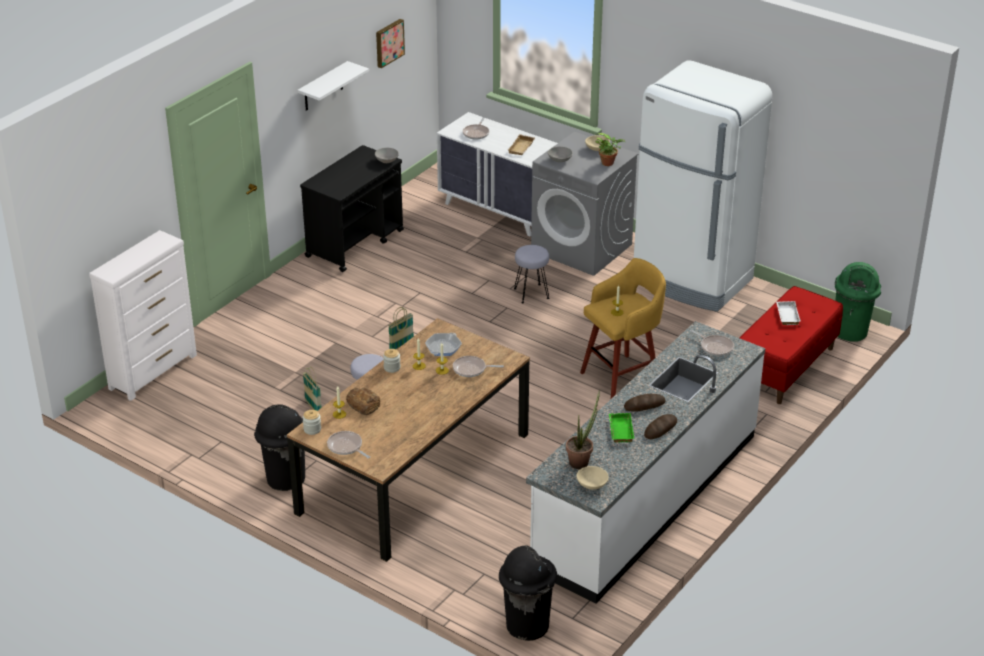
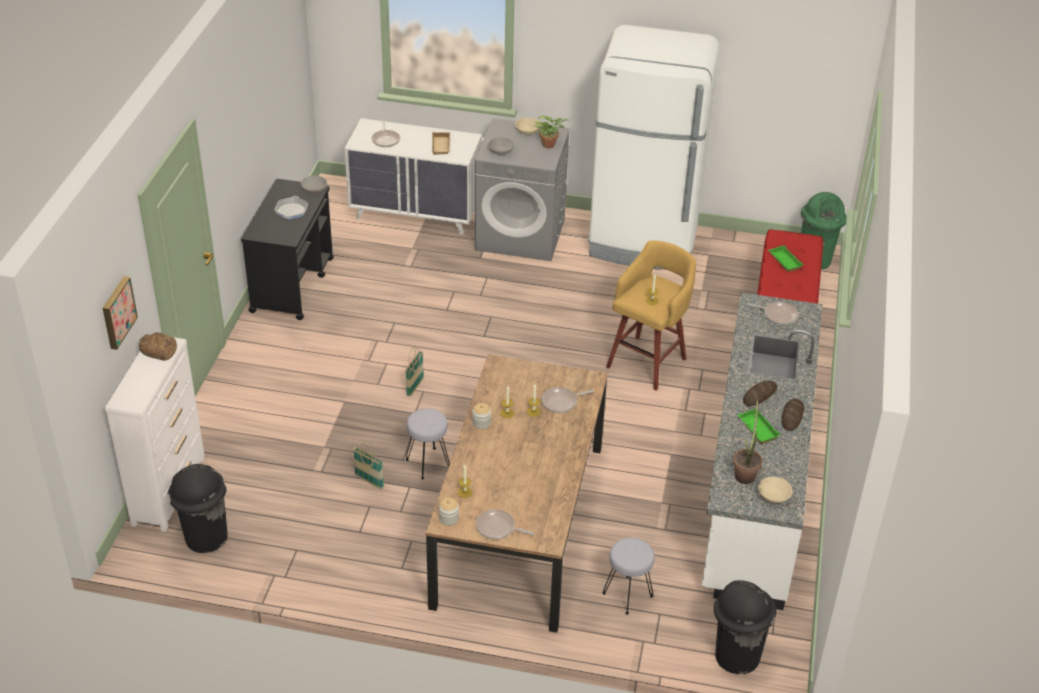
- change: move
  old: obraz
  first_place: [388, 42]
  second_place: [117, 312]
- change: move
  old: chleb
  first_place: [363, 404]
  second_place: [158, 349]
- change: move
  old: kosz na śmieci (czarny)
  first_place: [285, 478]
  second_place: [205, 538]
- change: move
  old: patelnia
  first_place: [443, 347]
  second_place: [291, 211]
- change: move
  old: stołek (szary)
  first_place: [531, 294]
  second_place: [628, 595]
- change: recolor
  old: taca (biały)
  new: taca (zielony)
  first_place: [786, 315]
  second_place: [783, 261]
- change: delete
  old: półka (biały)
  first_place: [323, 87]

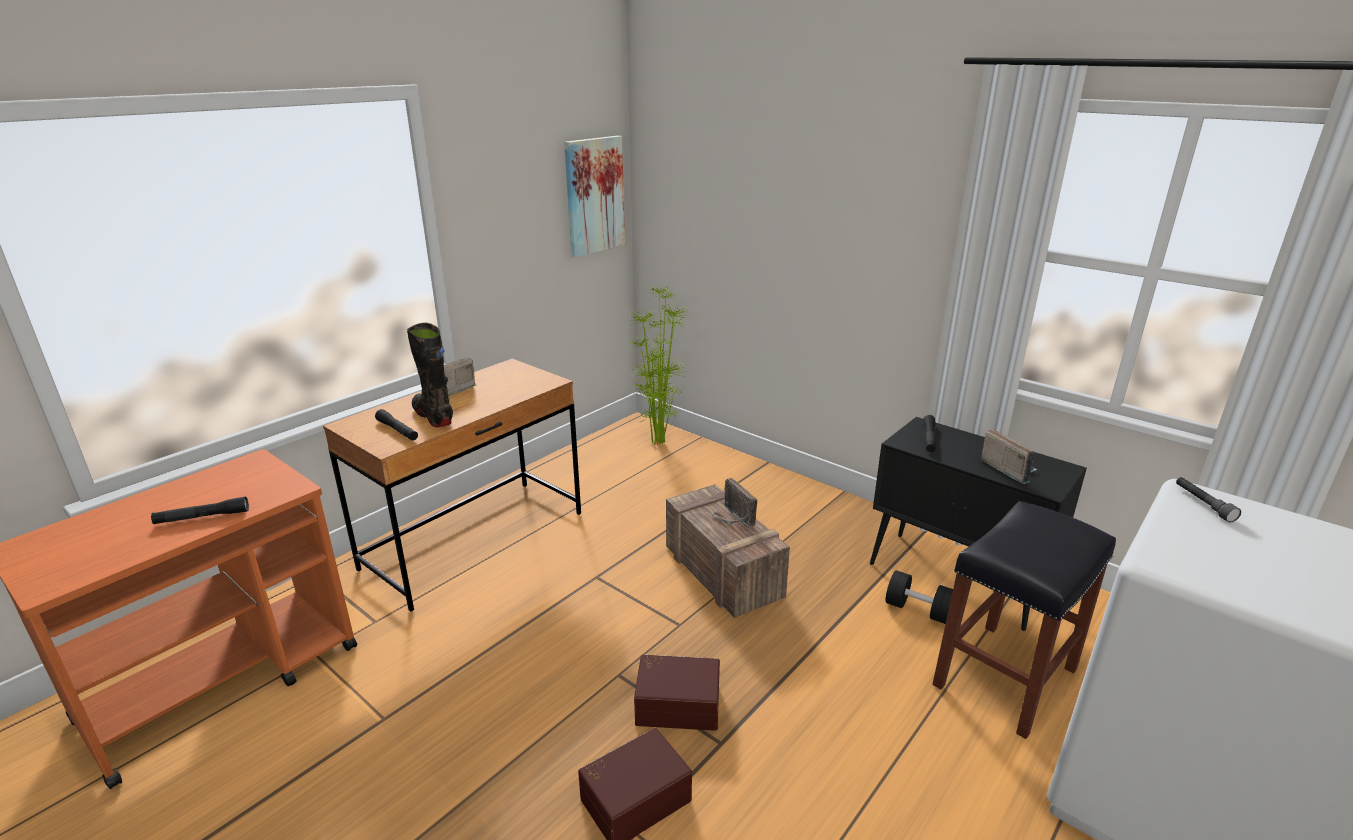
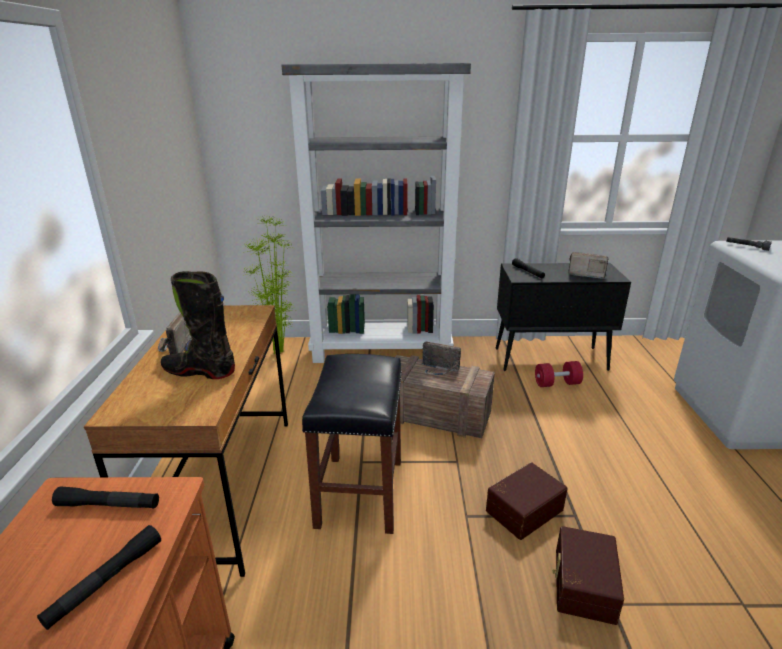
- change: move
  old: latarka (czarny)
  first_place: [397, 430]
  second_place: [109, 505]
- change: insert
  new: regał (szary)
  second_place: [382, 351]
- change: move
  old: stołek (czarny)
  first_place: [1005, 679]
  second_place: [360, 494]
- change: recolor
  old: hantel (czarny)
  new: hantel (czerwony)
  first_place: [918, 610]
  second_place: [557, 383]
- change: delete
  old: obraz
  first_place: [594, 196]

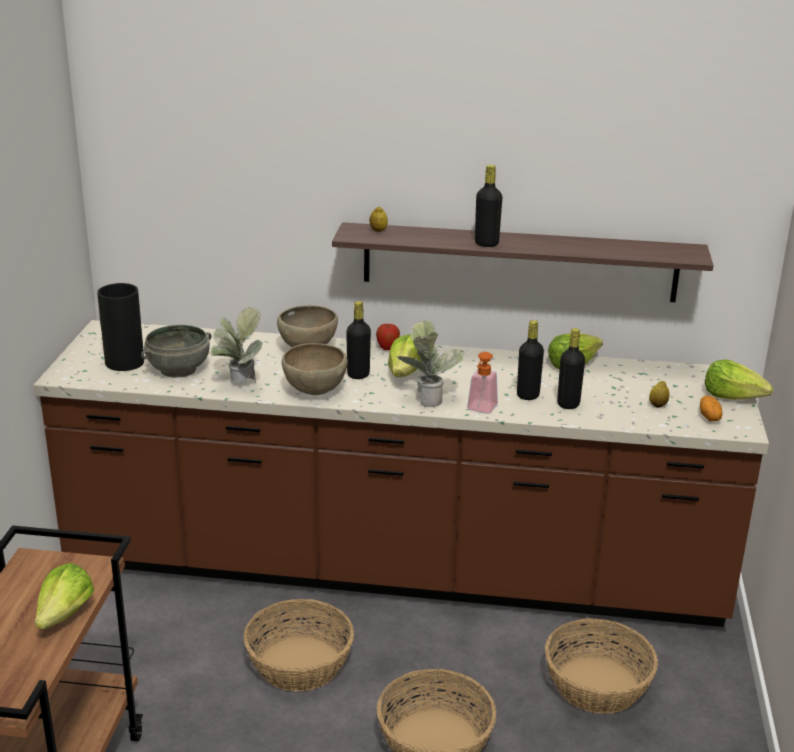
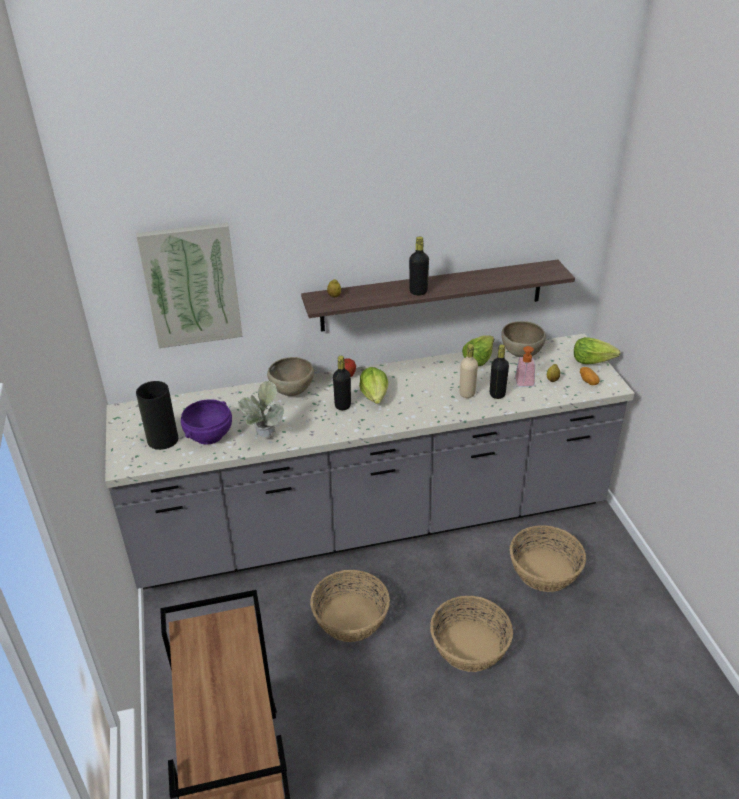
- change: recolor
  old: zabudowa kuchenna (brązowy)
  new: zabudowa kuchenna (szary)
  first_place: [393, 569]
  second_place: [371, 524]
- change: insert
  new: obraz
  second_place: [191, 285]
- change: recolor
  old: miska (szary)
  new: miska (fioletowy)
  first_place: [179, 370]
  second_place: [209, 436]
- change: recolor
  old: butelka (czarny)
  new: butelka (beżowy)
  first_place: [528, 395]
  second_place: [467, 393]
- change: move
  old: miska (brązowy)
  first_place: [314, 392]
  second_place: [520, 354]
- change: move
  old: dozownik mydła
  first_place: [480, 410]
  second_place: [525, 384]
- change: delete
  old: sałata
  first_place: [65, 615]
- change: delete
  old: roślina doniczkowa
  first_place: [427, 398]

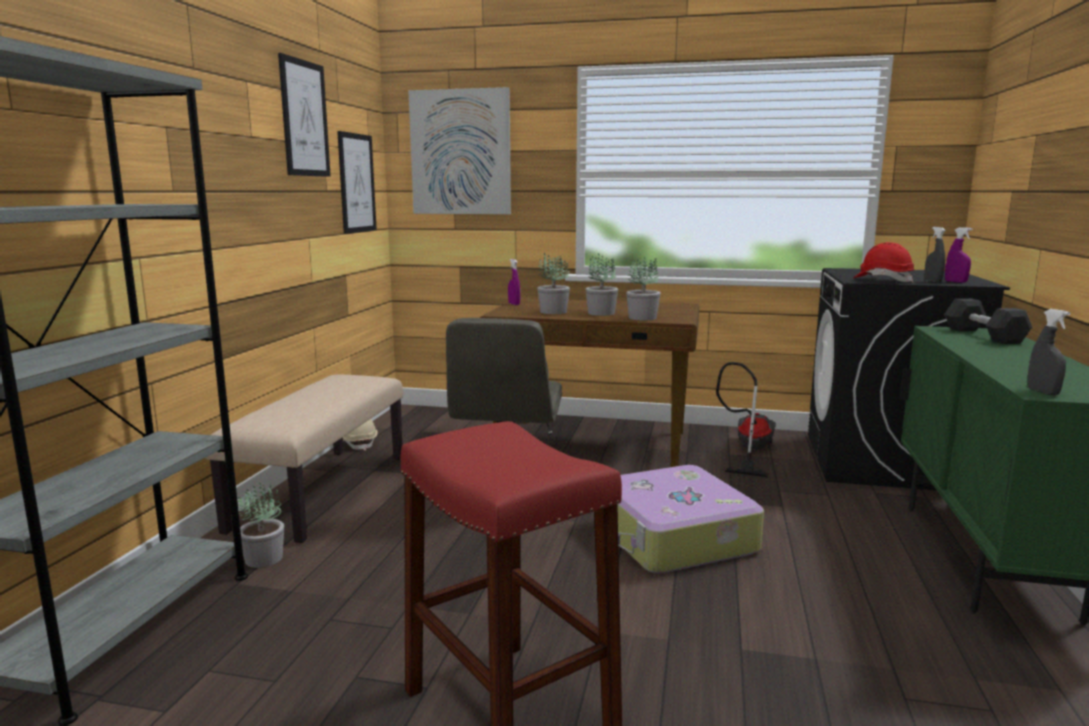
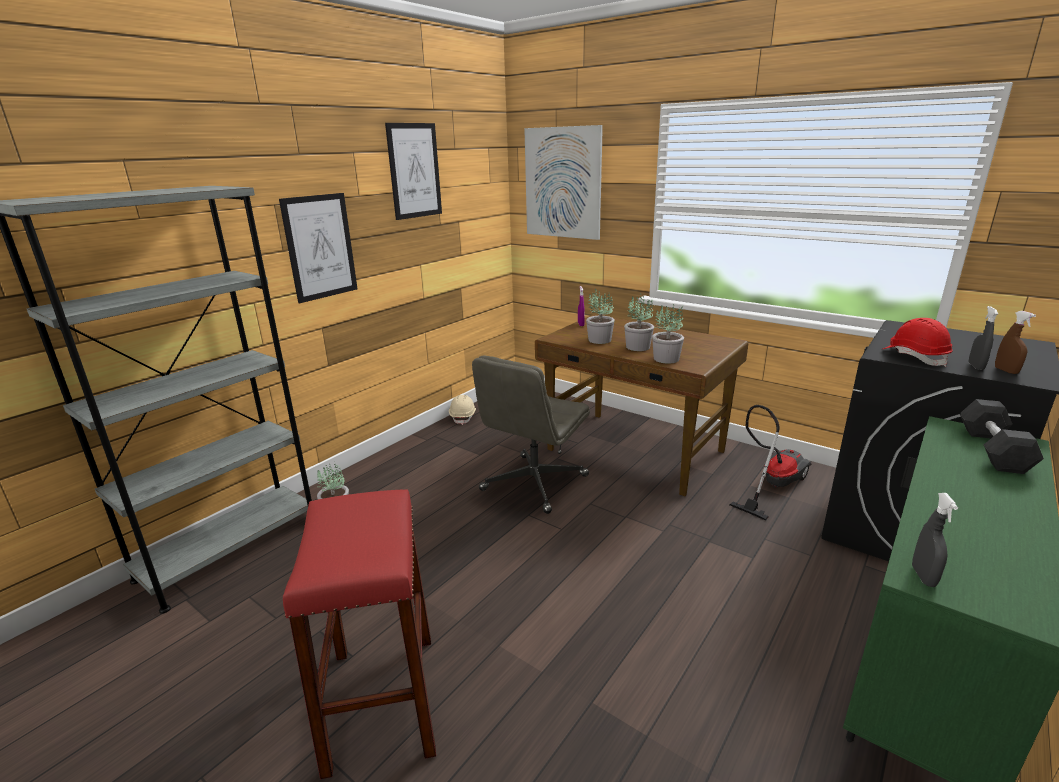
- change: move
  old: obraz
  first_place: [357, 183]
  second_place: [320, 247]
- change: recolor
  old: spryskiwacz (fioletowy)
  new: spryskiwacz (brązowy)
  first_place: [955, 282]
  second_place: [1006, 371]
- change: delete
  old: ławka (beżowy)
  first_place: [321, 491]
- change: delete
  old: walizka
  first_place: [672, 538]

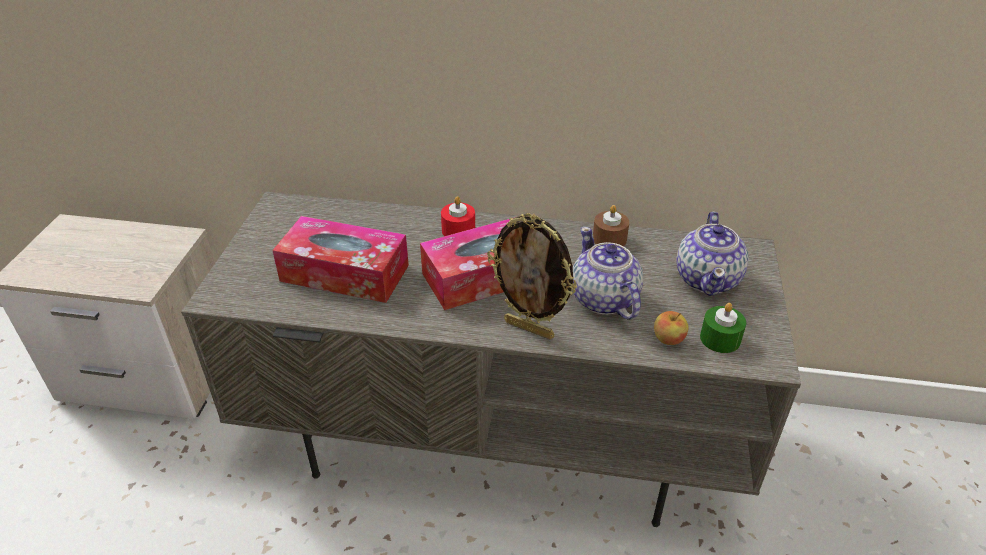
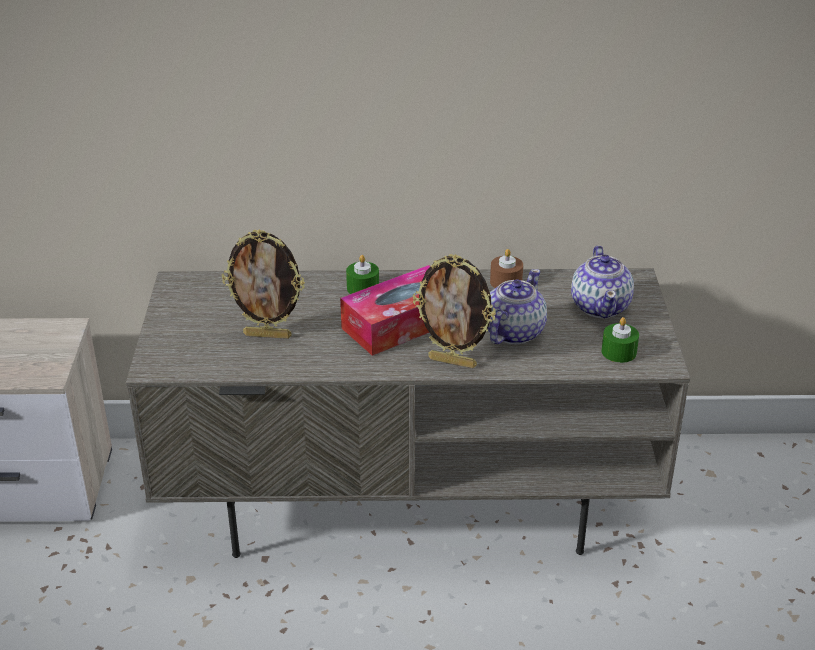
- change: replace
  old: pudełko chusteczek
  new: ramka na zdjęcie
  first_place: [344, 273]
  second_place: [268, 335]
- change: recolor
  old: świeca (czerwony)
  new: świeca (zielony)
  first_place: [458, 230]
  second_place: [363, 288]
- change: rotate
  old: imbryk
  first_place: [603, 300]
  second_place: [512, 332]
  degrees: 60
- change: delete
  old: jabłko
  first_place: [668, 339]

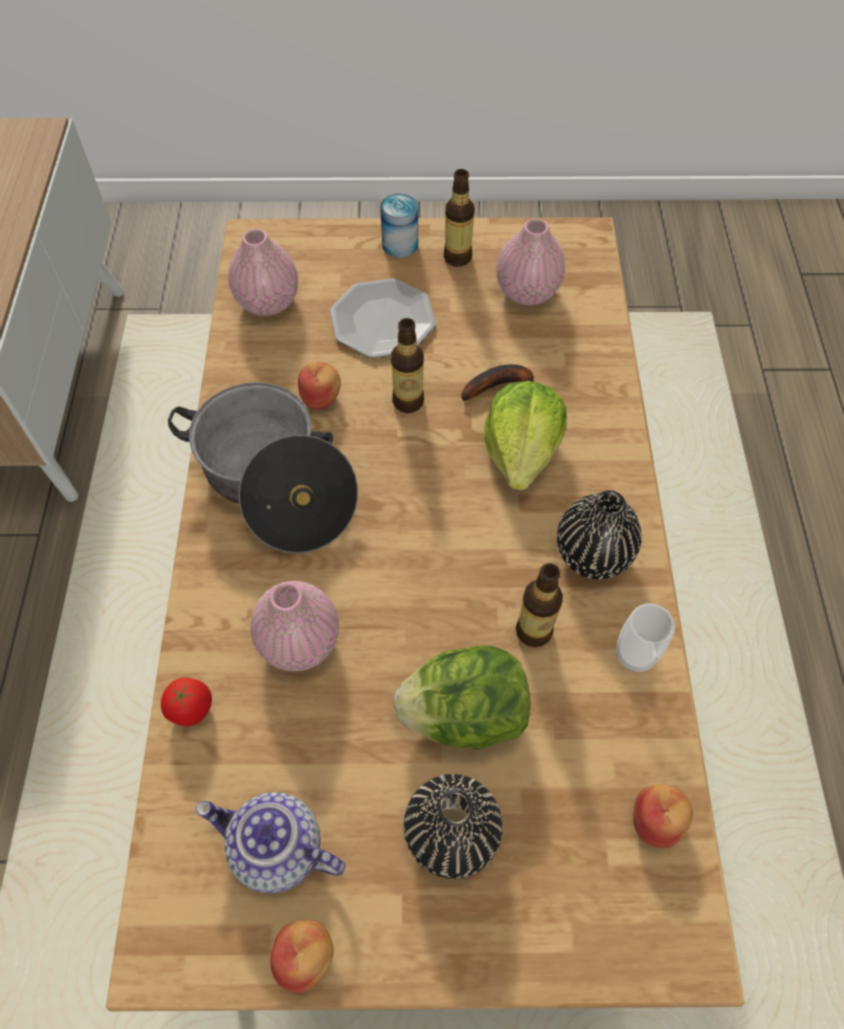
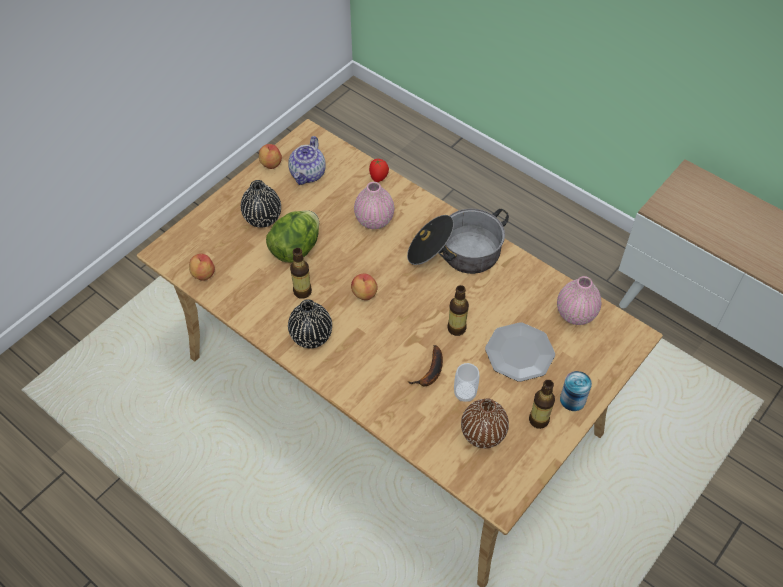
- change: rotate
  old: imbryk
  first_place: [276, 849]
  second_place: [308, 174]
  degrees: 135
- change: move
  old: jabłko
  first_place: [321, 398]
  second_place: [364, 294]
- change: move
  old: filiżanka
  first_place: [635, 654]
  second_place: [465, 393]
- change: recolor
  old: wazon (różowy)
  new: wazon (brązowy)
  first_place: [527, 291]
  second_place: [483, 434]
- change: delete
  old: sałata
  first_place: [522, 451]

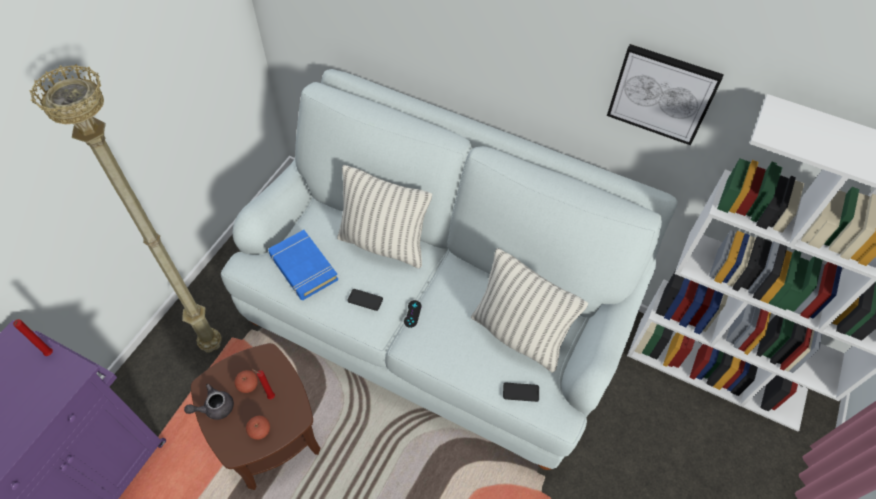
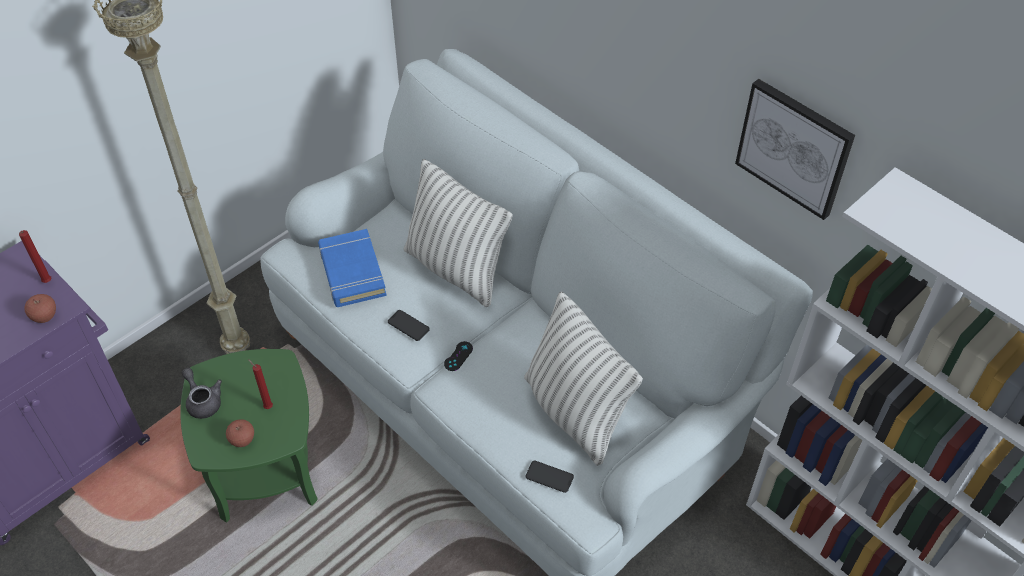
- change: move
  old: jabłko
  first_place: [248, 386]
  second_place: [45, 317]
- change: recolor
  old: stolik (brązowy)
  new: stolik (zielony)
  first_place: [270, 437]
  second_place: [265, 470]
- change: rotate
  old: imbryk (szary)
  first_place: [214, 407]
  second_place: [203, 401]
  degrees: 60

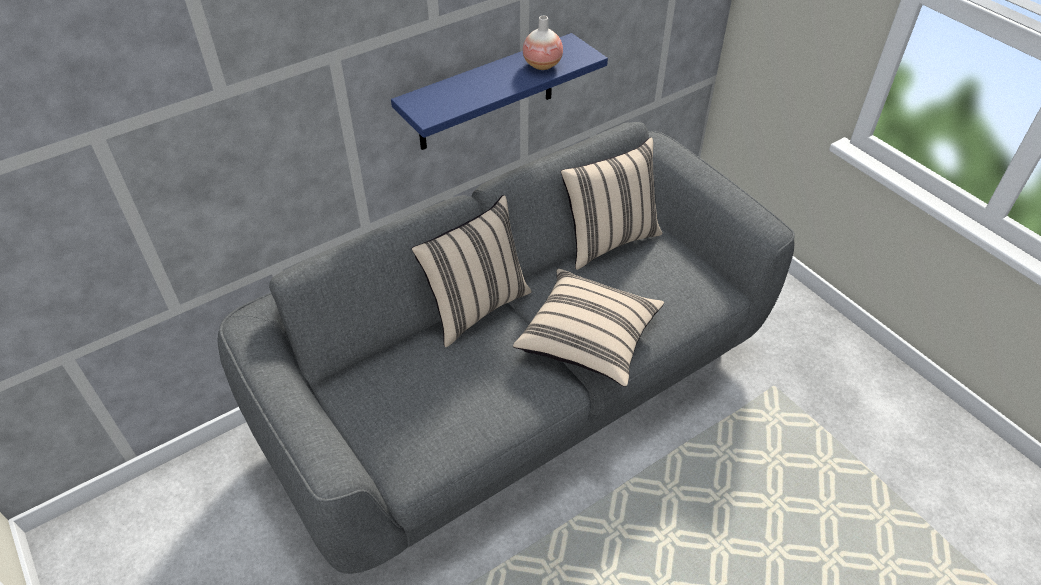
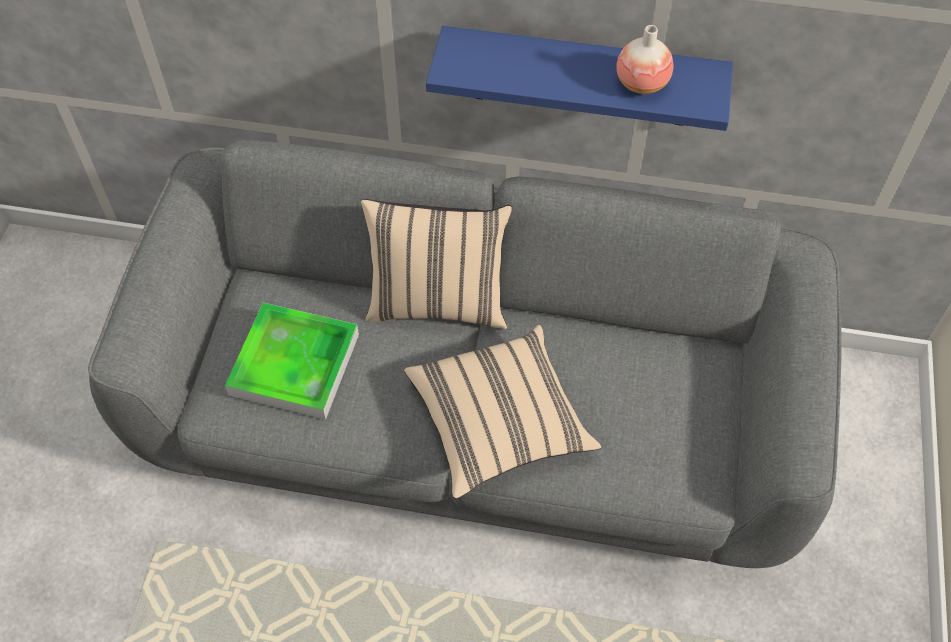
- change: insert
  new: taca
  second_place: [294, 364]
- change: delete
  old: poduszka (beżowy)
  first_place: [608, 240]

